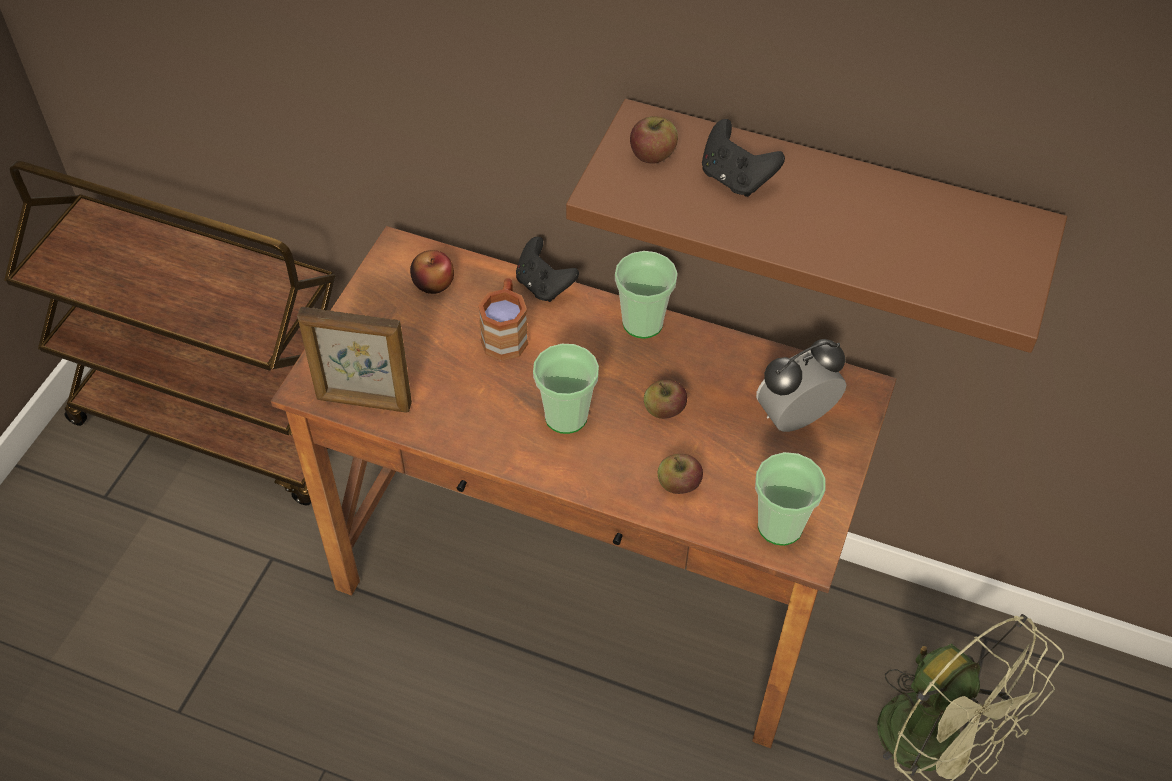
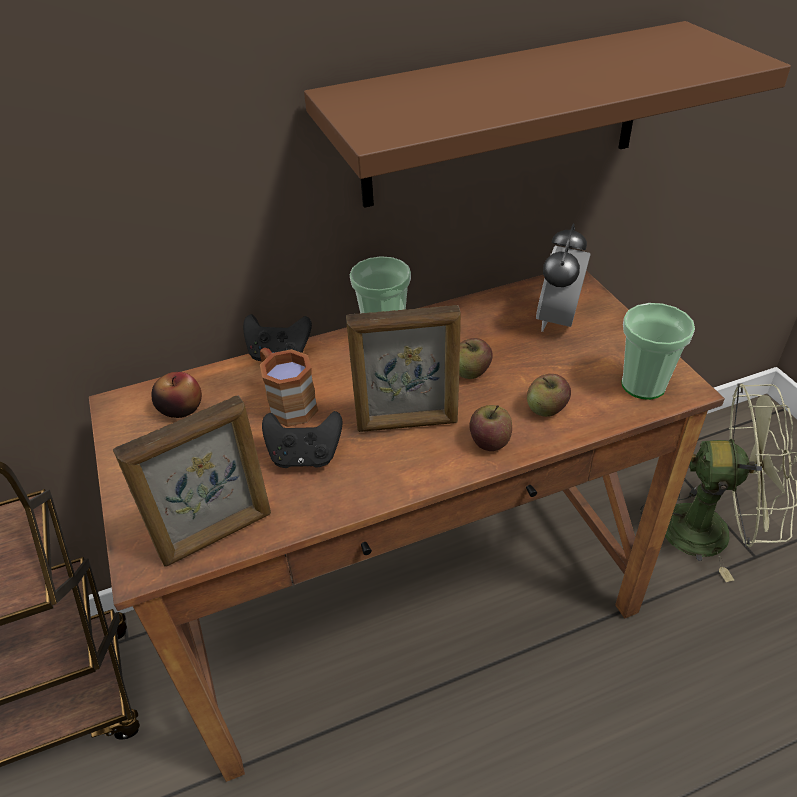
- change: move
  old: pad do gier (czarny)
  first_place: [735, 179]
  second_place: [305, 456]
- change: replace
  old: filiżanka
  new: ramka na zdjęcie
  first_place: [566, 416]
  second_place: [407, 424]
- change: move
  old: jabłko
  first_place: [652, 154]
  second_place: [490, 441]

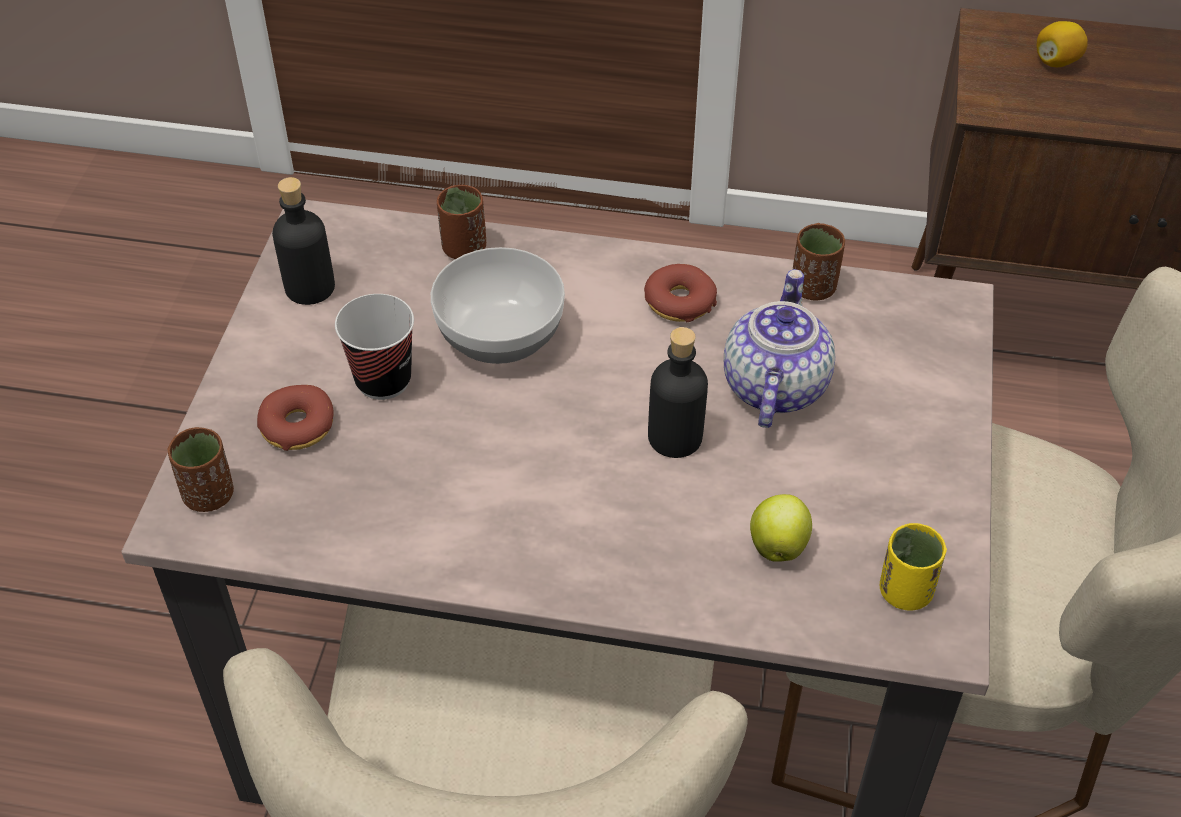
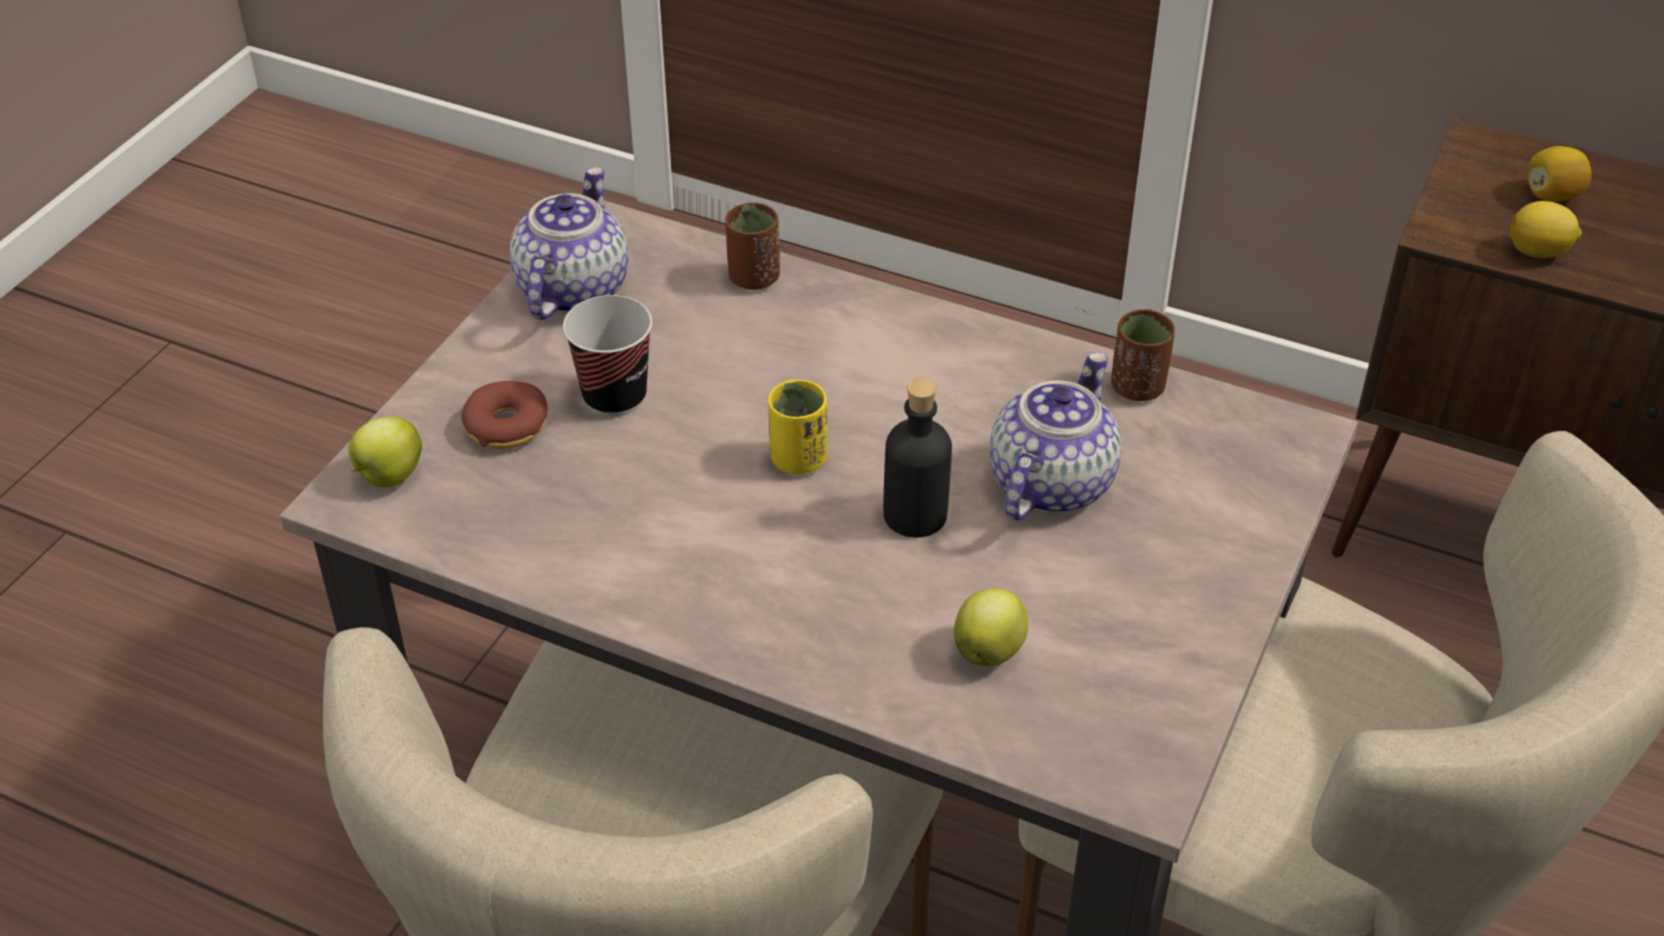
- change: replace
  old: filiżanka (brązowy)
  new: jabłko
  first_place: [209, 495]
  second_place: [389, 477]
- change: replace
  old: butelka (czarny)
  new: imbryk
  first_place: [309, 287]
  second_place: [571, 289]
- change: move
  old: filiżanka (żółty)
  first_place: [905, 591]
  second_place: [798, 459]
- change: insert
  new: cytryna
  second_place: [1539, 252]
- change: delete
  old: miska
  first_place: [498, 335]
- change: delete
  old: donut
  first_place: [679, 302]

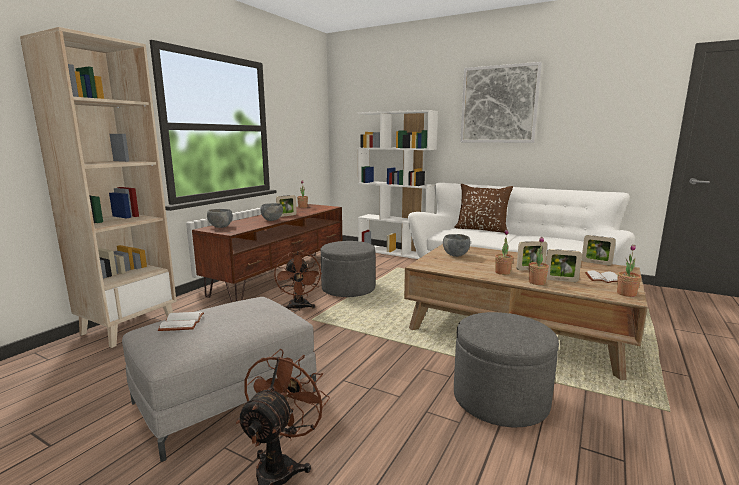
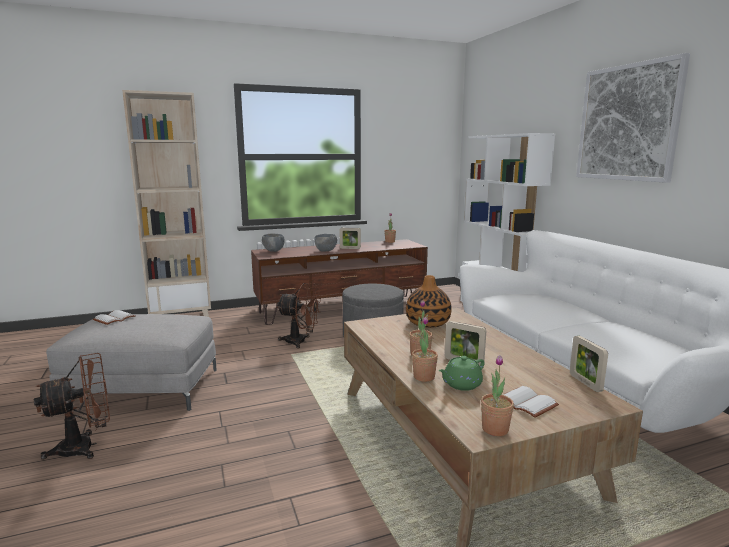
- change: rotate
  old: wentylator (brązowy)
  first_place: [299, 308]
  second_place: [300, 342]
  degrees: -105
- change: replace
  old: miska (szary)
  new: wazon
  first_place: [455, 255]
  second_place: [427, 323]
- change: replace
  old: ramka na zdjęcie
  new: imbryk (zielony)
  first_place: [561, 280]
  second_place: [461, 385]
- change: delete
  old: poduszka (brązowy)
  first_place: [481, 229]
- change: delete
  old: pufa (szary)
  first_place: [500, 399]

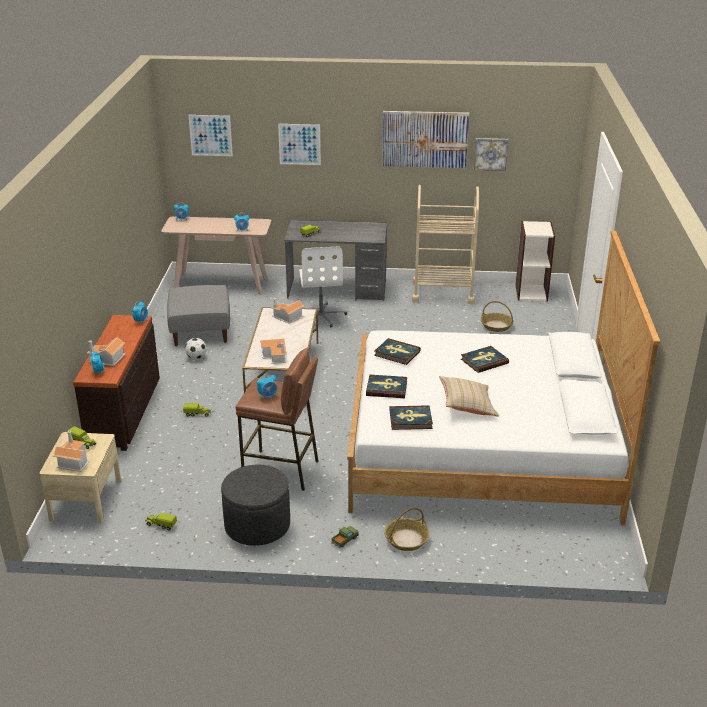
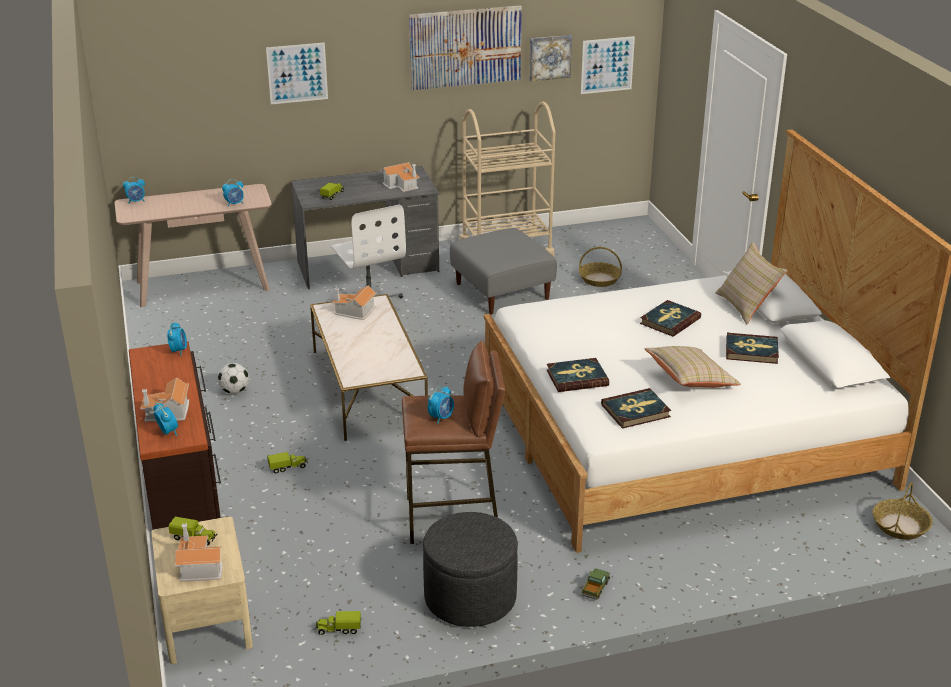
- change: move
  old: domek
  first_place: [275, 356]
  second_place: [402, 185]
- change: move
  old: pufa (szary)
  first_place: [200, 330]
  second_place: [501, 291]
- change: move
  old: obraz
  first_place: [210, 135]
  second_place: [607, 65]
- change: insert
  new: poduszka (beżowy)
  second_place: [746, 306]
- change: move
  old: książka
  first_place: [397, 353]
  second_place: [751, 351]
- change: move
  old: koszyk
  first_place: [406, 539]
  second_place: [900, 526]
- change: delete
  old: regał
  first_place: [531, 292]

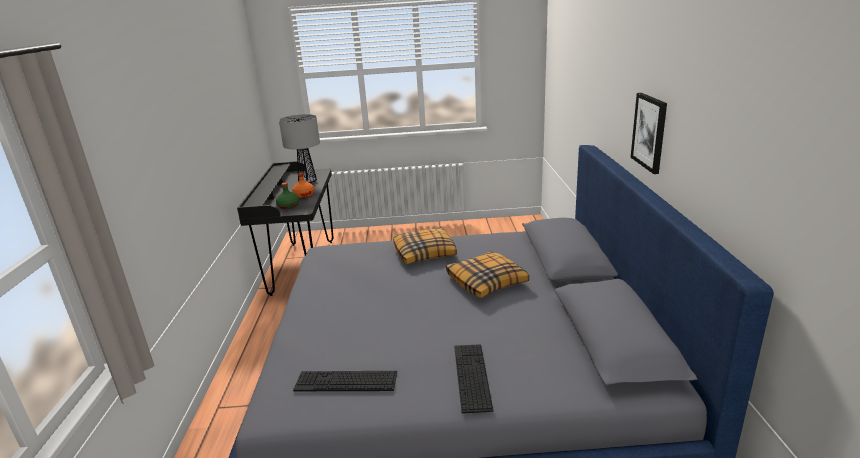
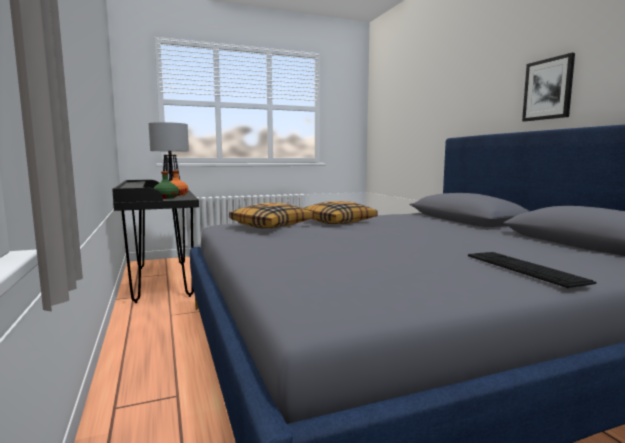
- change: move
  old: poduszka
  first_place: [487, 281]
  second_place: [271, 225]
- change: delete
  old: klawiatura
  first_place: [346, 381]

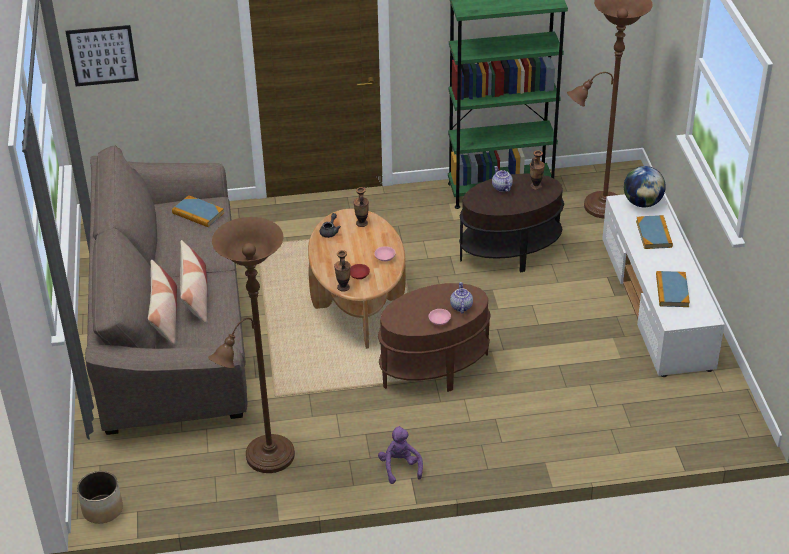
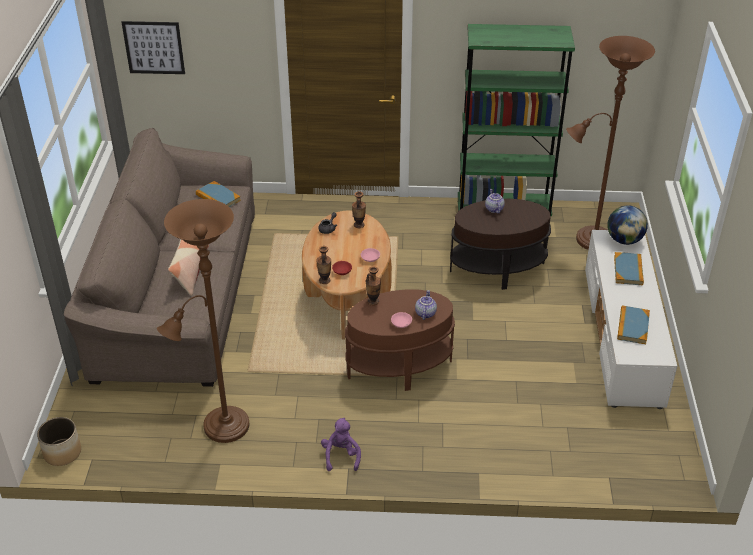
- change: move
  old: wazon
  first_place: [536, 186]
  second_place: [373, 301]
- change: delete
  old: poduszka
  first_place: [165, 317]

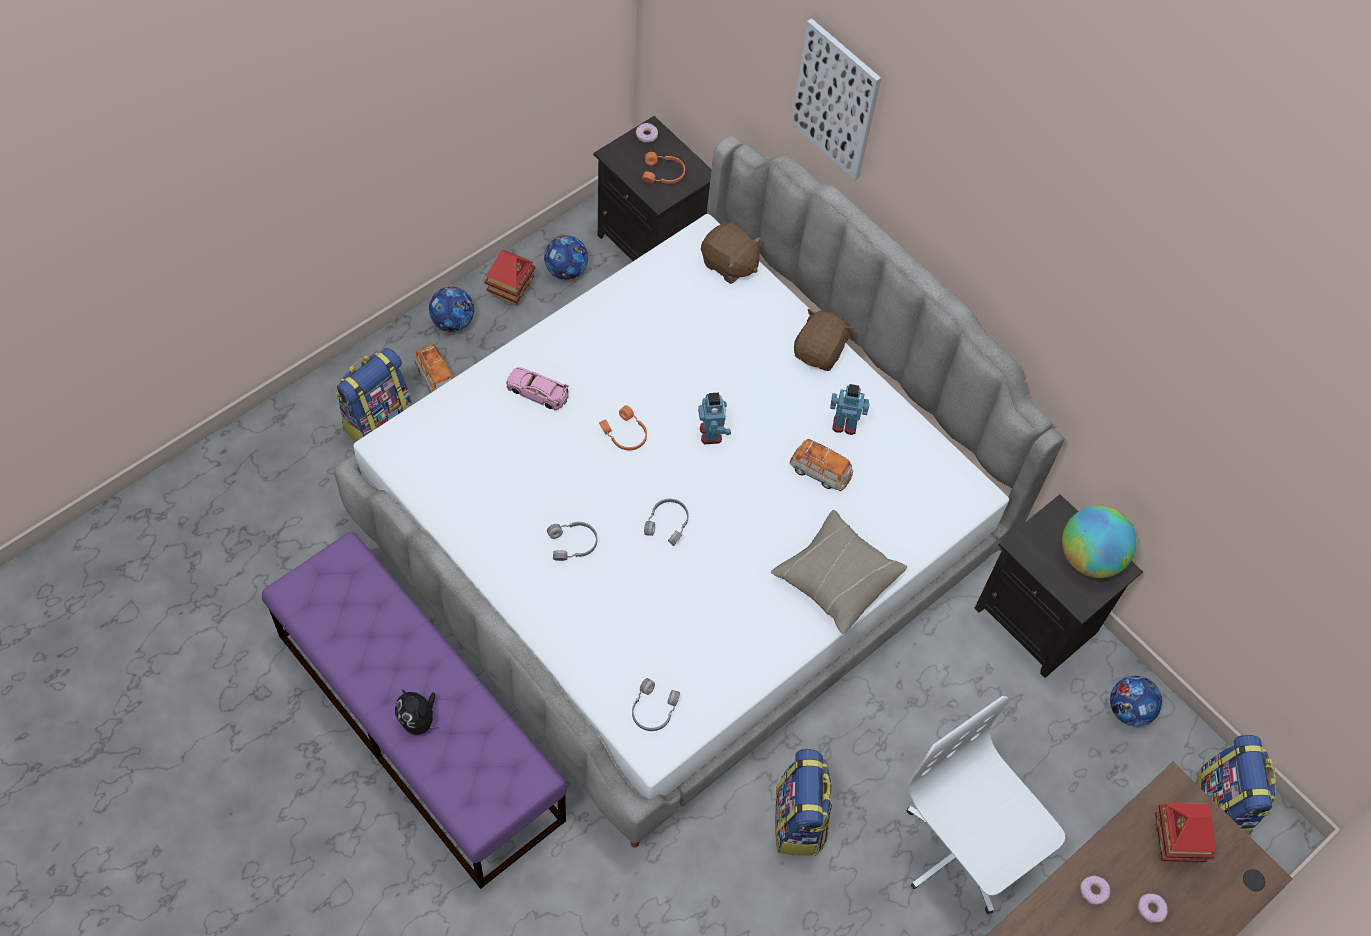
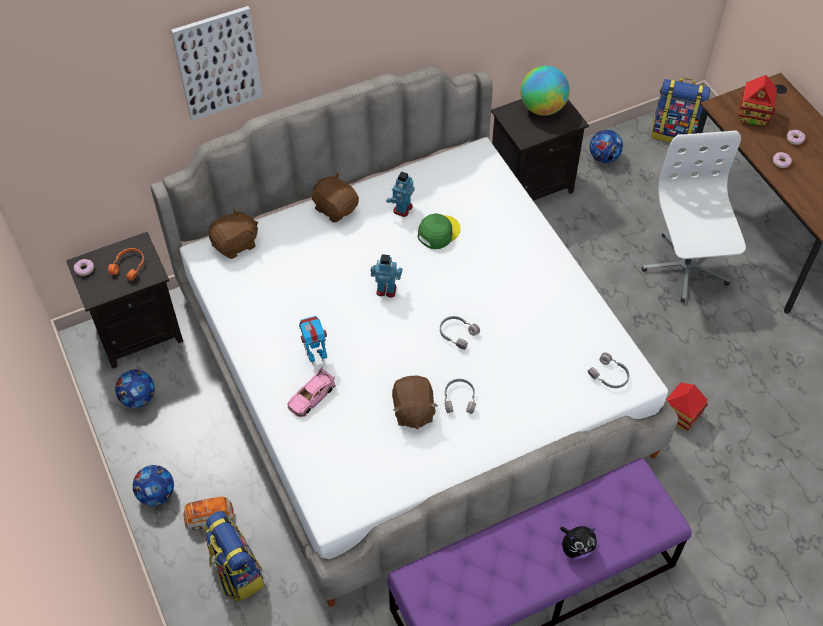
- change: insert
  new: robot zabawkowy
  second_place: [315, 356]
- change: insert
  new: pluszak (brązowy)
  second_place: [413, 411]
- change: replace
  old: samochodzik
  new: czapka z daszkiem (zielony)
  first_place: [820, 472]
  second_place: [438, 232]
- change: rotate
  old: krzesło biurowe (biały)
  first_place: [963, 851]
  second_place: [685, 267]
  degrees: 105
- change: move
  old: domek
  first_place: [511, 290]
  second_place: [679, 416]
- change: delete
  old: słuchawki (pomarańczowy)
  first_place: [625, 434]
- change: delete
  old: poduszka (beżowy)
  first_place: [836, 578]
- change: delete
  old: plecak
  first_place: [799, 821]

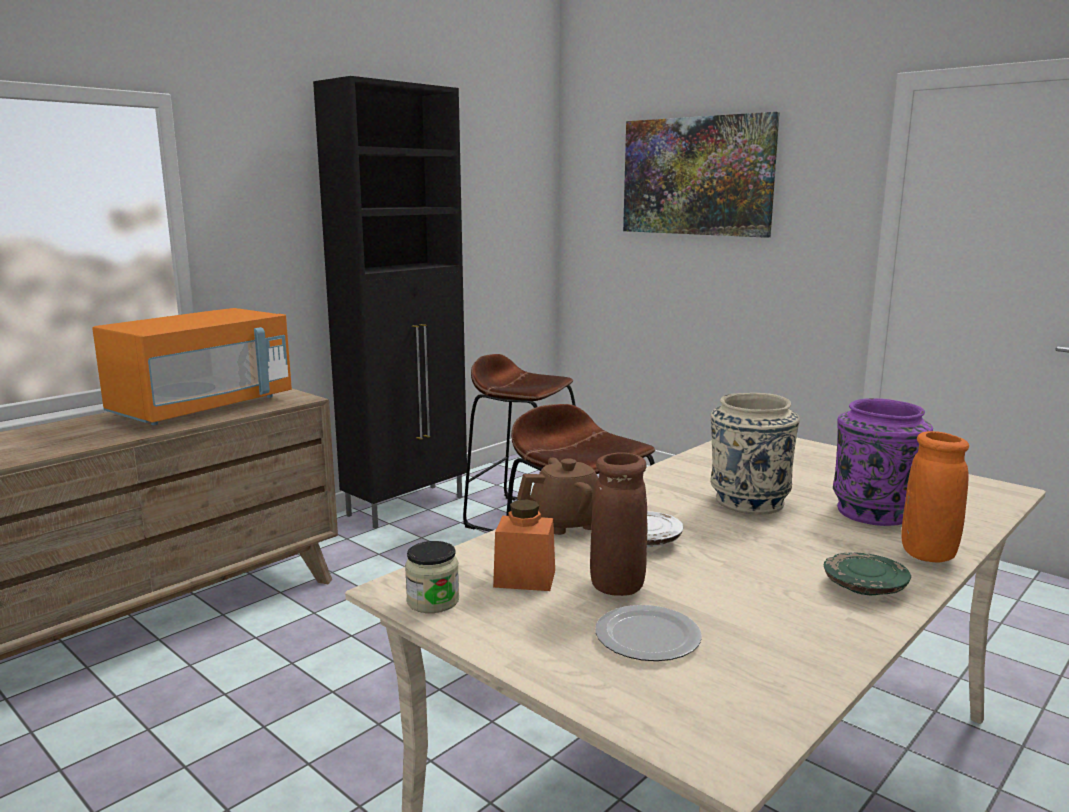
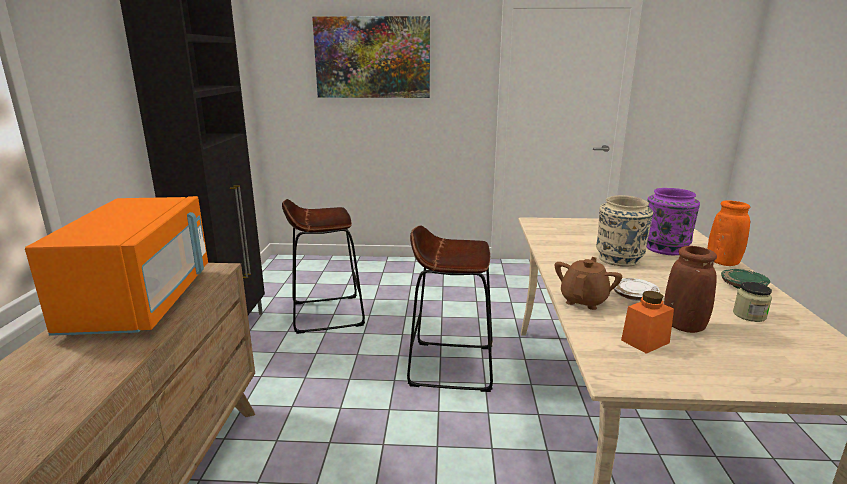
- change: move
  old: słoik
  first_place: [433, 601]
  second_place: [749, 315]
- change: delete
  old: talerz
  first_place: [647, 636]

